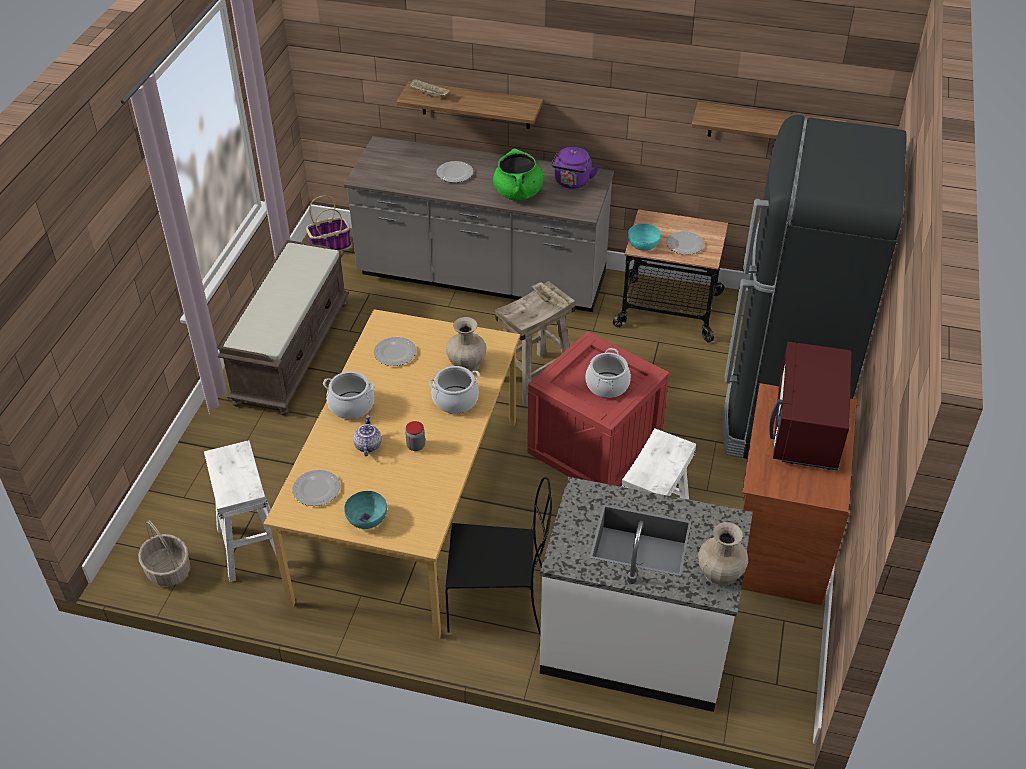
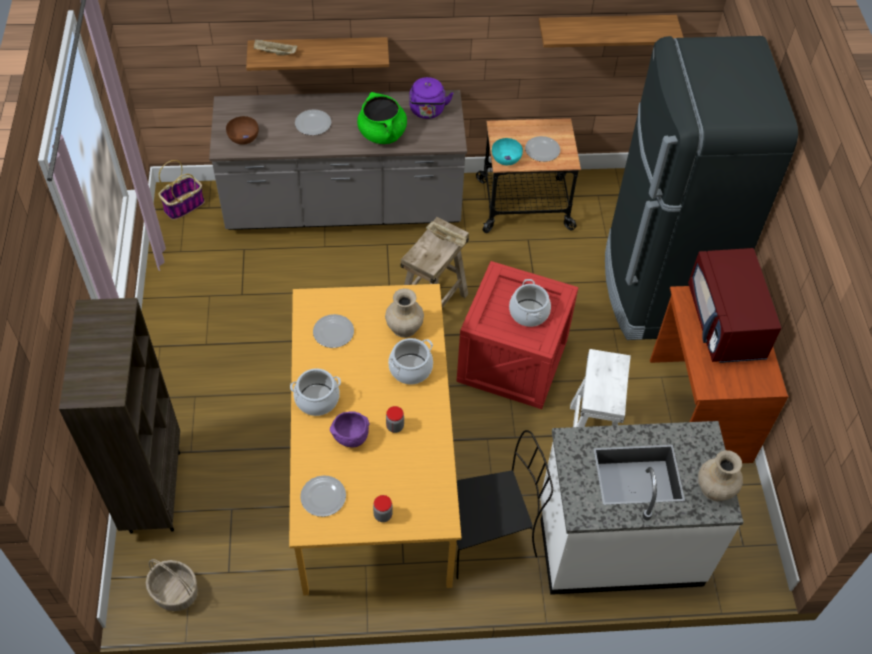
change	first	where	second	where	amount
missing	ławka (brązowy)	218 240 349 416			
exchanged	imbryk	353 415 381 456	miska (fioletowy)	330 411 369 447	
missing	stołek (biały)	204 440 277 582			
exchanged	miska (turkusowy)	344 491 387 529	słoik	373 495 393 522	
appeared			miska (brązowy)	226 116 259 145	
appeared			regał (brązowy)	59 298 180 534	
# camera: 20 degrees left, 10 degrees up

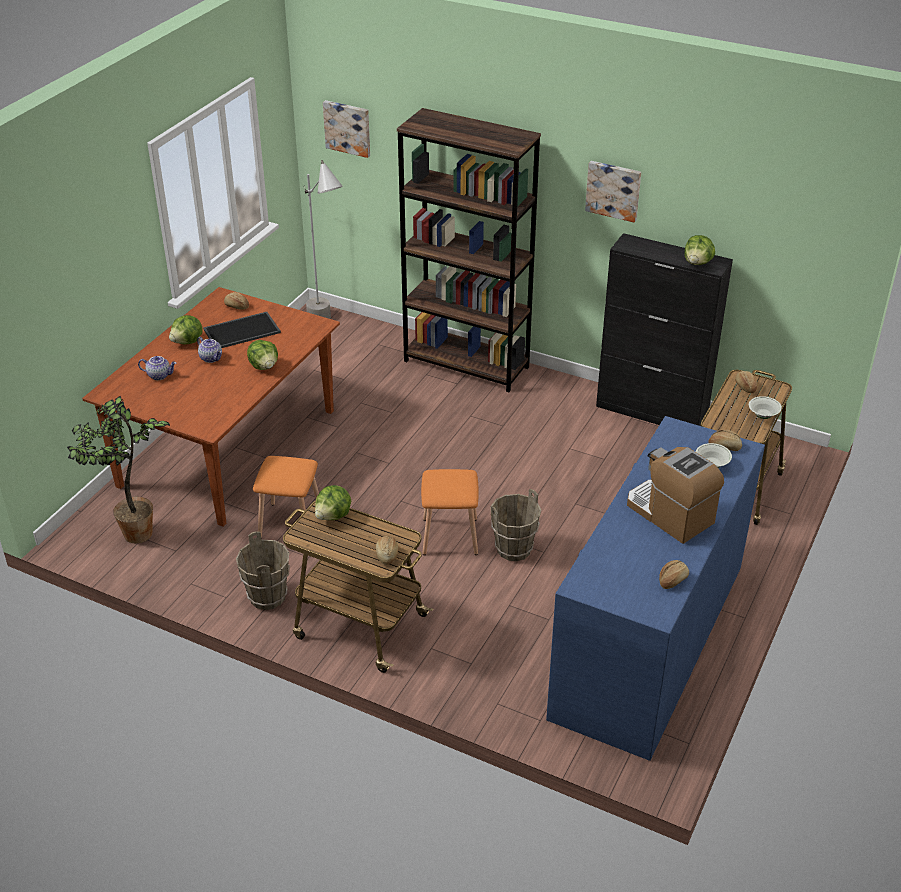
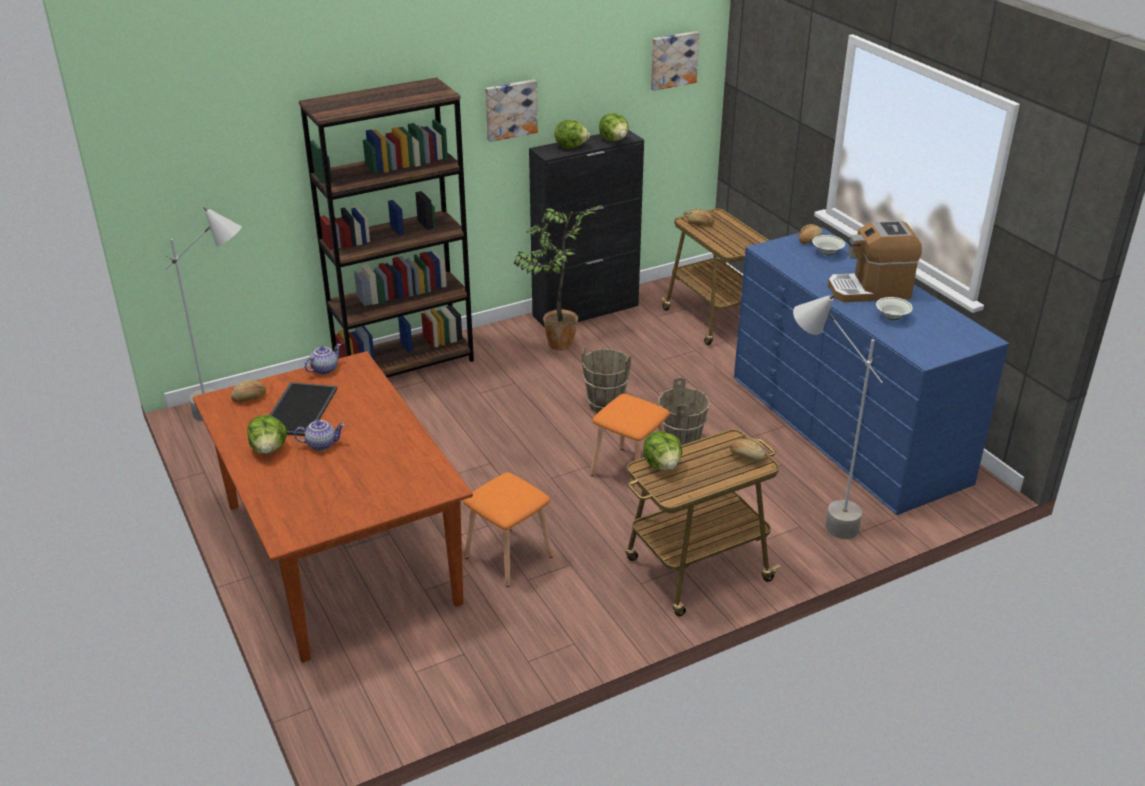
change	first	where	second	where	amount
relocated	obraz	323 100 370 158		651 31 700 91	
relocated	sałata	247 340 278 370		555 120 590 148	
relocated	imbryk	138 356 176 380		304 344 341 374	
relocated	roślina doniczkowa	67 396 170 544		514 205 604 351	
relocated	miska (biały)	749 396 782 419		876 297 913 320	
relocated	wiadro (brązowy)	236 531 290 610		582 348 631 413	
missing	chleb	659 560 689 589			
appeared			lampa stojąca (szary)	793 294 882 539	
# camera: 55 degrees left, 5 degrees down

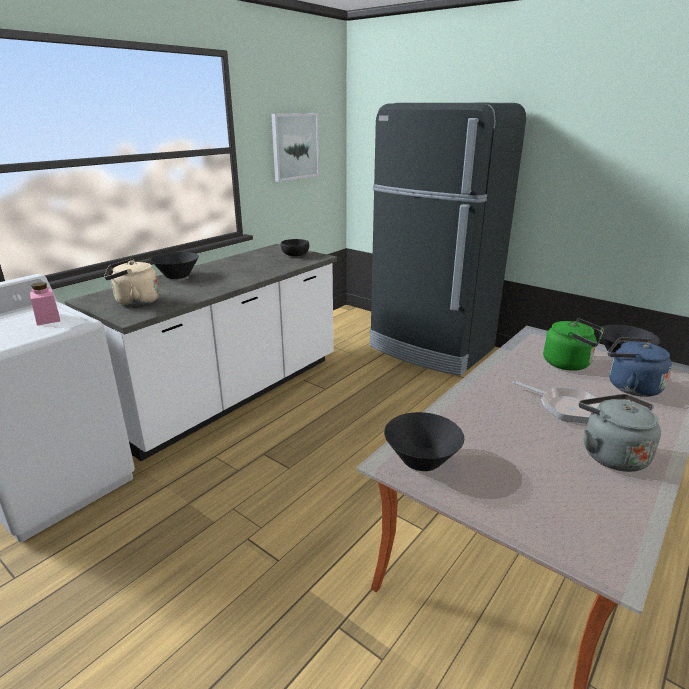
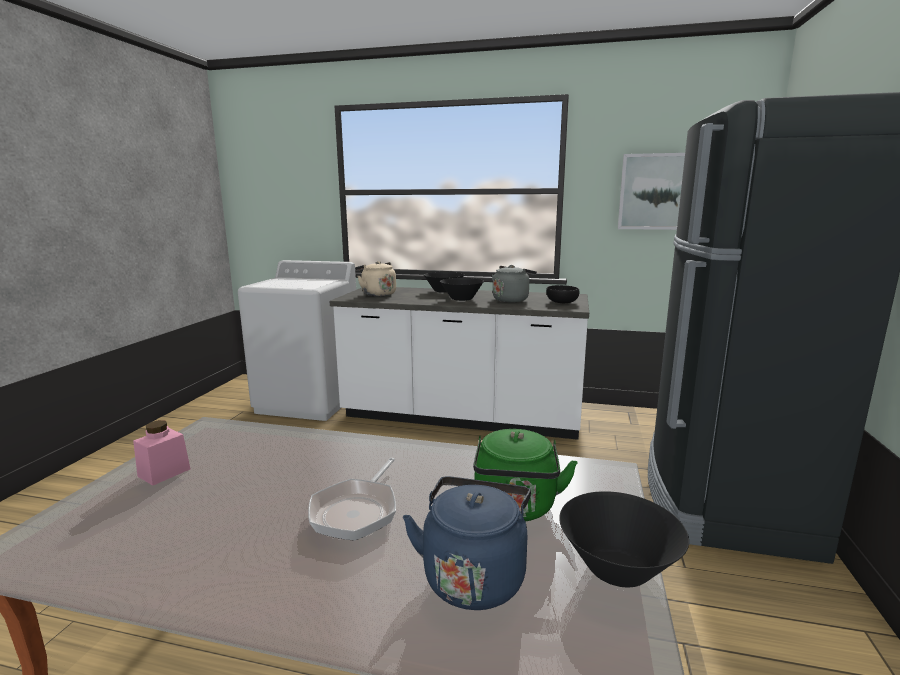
change	first	where	second	where	amount
relocated	słoik (różowy)	30 282 60 325		133 420 191 486	
relocated	czajnik (szary)	579 394 661 472		492 265 537 302	
relocated	miska (czarny)	384 412 464 471		440 278 484 301	
# camera: 65 degrees right, 10 degrees down

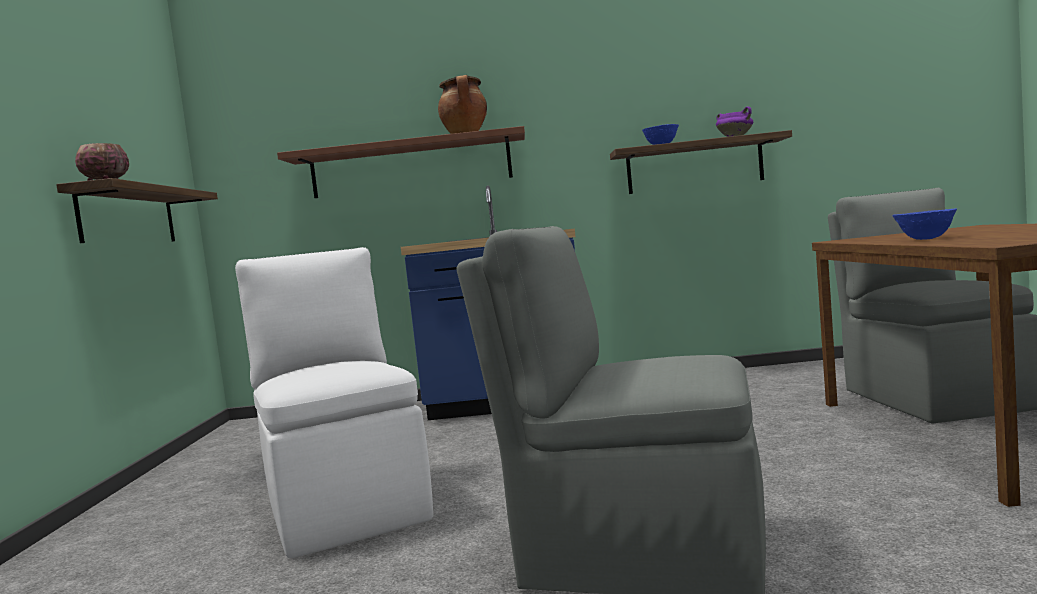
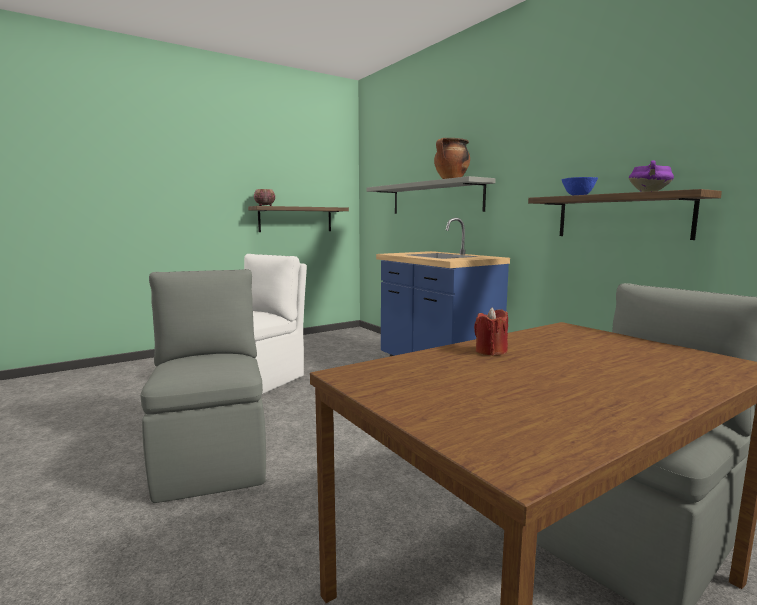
change	first	where	second	where	amount
colour	półka (brązowy)	277 126 525 198	półka (szary)	366 176 496 214	
exchanged	miska (niebieski)	892 209 957 240	świeca (czerwony)	474 308 508 356	
# camera: 55 degrees right, 5 degrees up

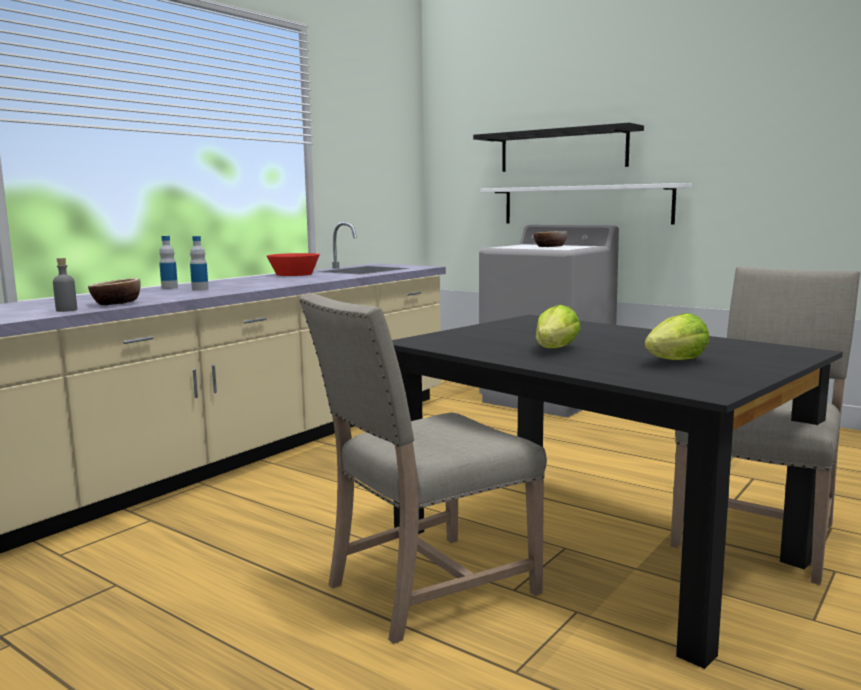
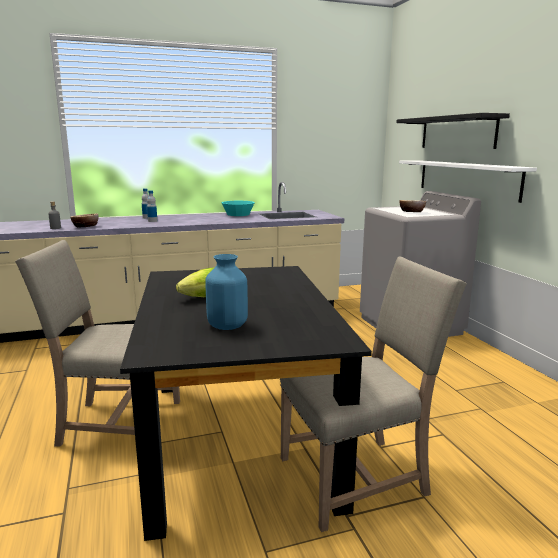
change	first	where	second	where	amount
colour	miska (czerwony)	267 253 320 276	miska (turkusowy)	222 201 255 216	
exchanged	sałata	645 313 710 360	wazon (niebieski)	205 254 248 330	
# camera: 35 degrees right, 5 degrees up

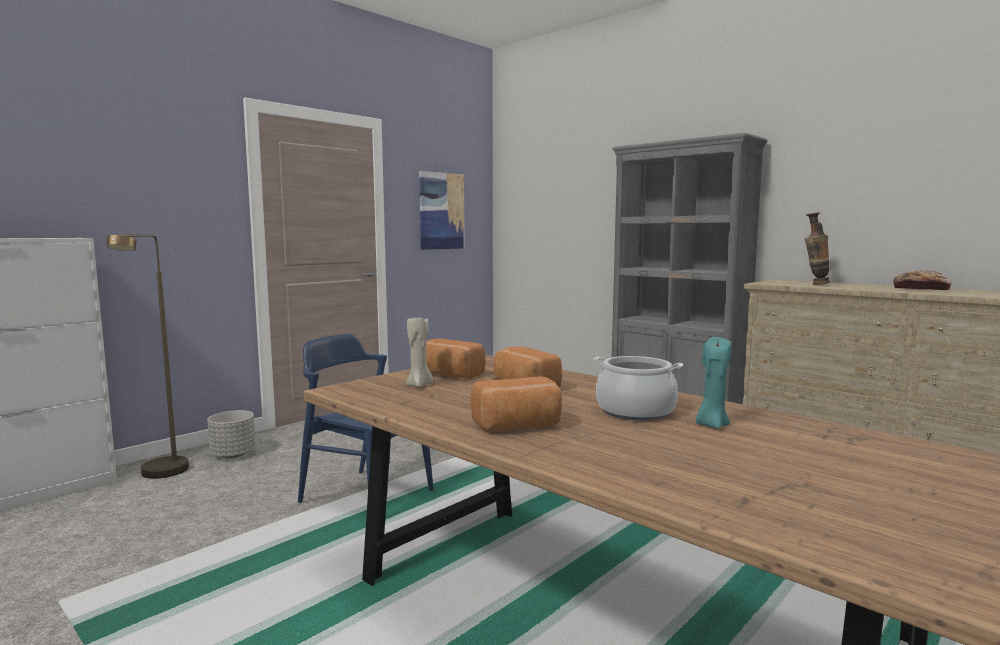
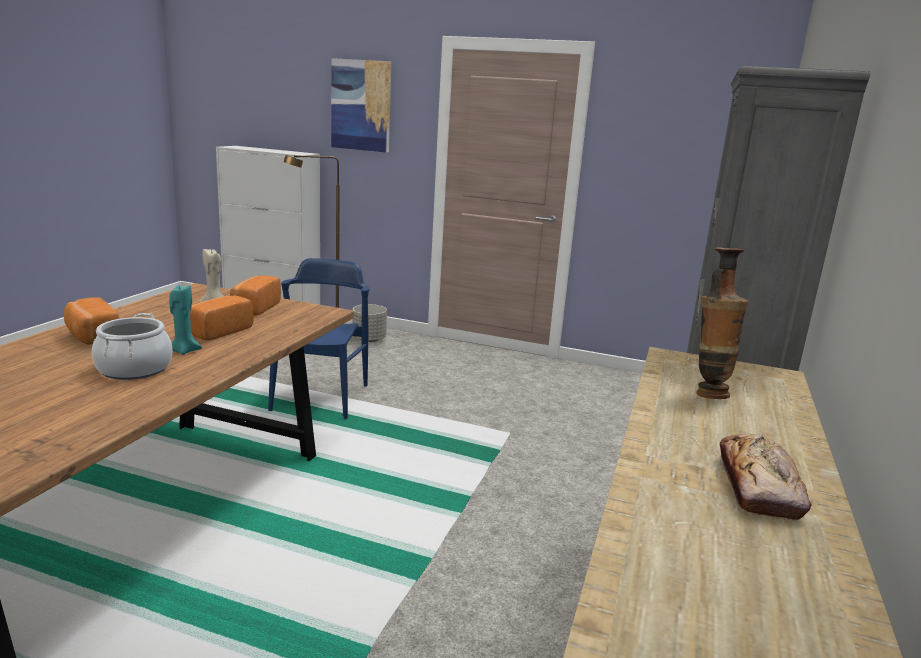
change	first	where	second	where	amount
relocated	obraz	419 171 465 250		331 58 391 153	
relocated	świeca (turkusowy)	696 337 732 429		169 284 202 355	
# camera: 65 degrees right, 10 degrees up

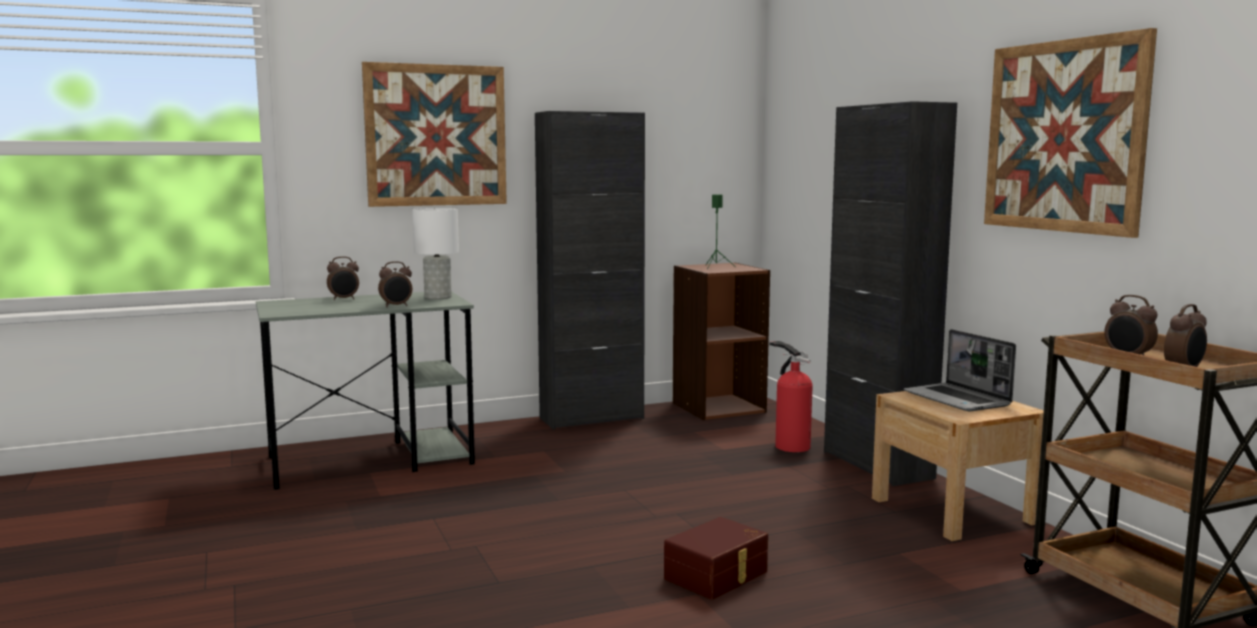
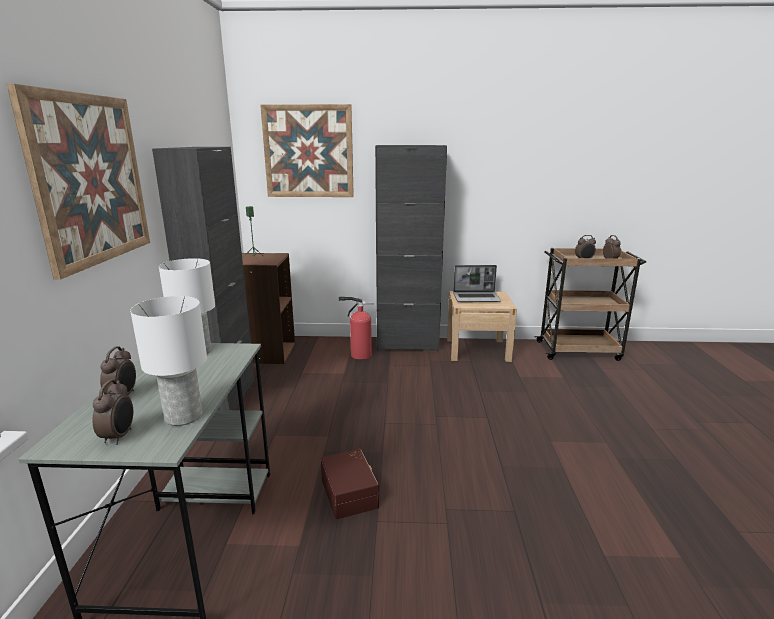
change	first	where	second	where	amount
relocated	obraz	984 28 1157 238		260 104 354 197	
relocated	budzik	378 261 412 307		93 380 133 445	
relocated	pojemnik do przechowywania (brązowy)	664 517 768 600		321 449 379 519	
appeared			lampa stołowa (biały)	130 296 207 426	
# camera: 65 degrees left, 10 degrees up

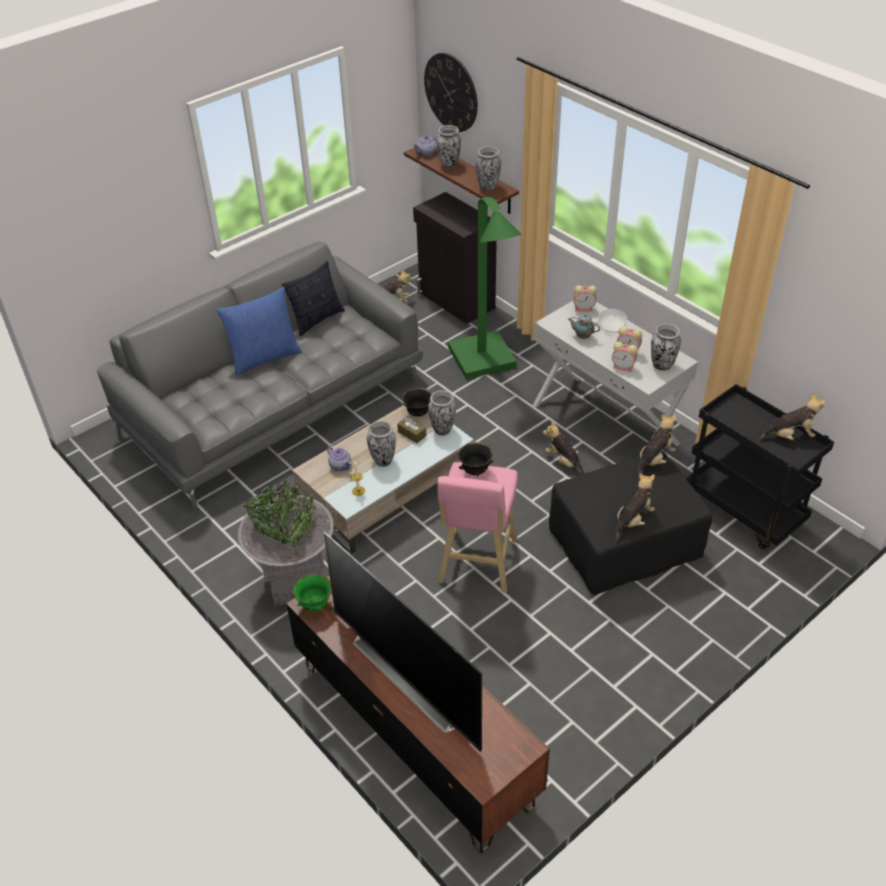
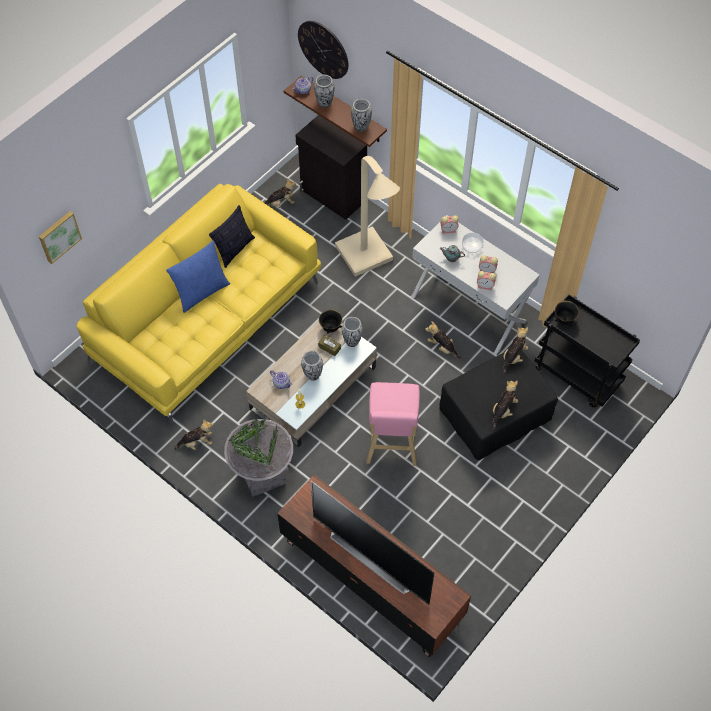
change	first	where	second	where	amount
colour	lampa stojąca (zielony)	448 197 521 379	lampa stojąca (beżowy)	335 156 400 277	
colour	kanapa (szary)	97 242 423 513	kanapa (żółty)	77 184 321 426	
missing	wazon	651 324 681 371			
relocated	pluszak	759 393 826 441		174 419 214 450	
relocated	miska (czarny)	458 442 493 476		555 301 579 326	
missing	miska (zielony)	293 574 332 611			
appeared			obraz	39 211 82 264	
# camera: 10 degrees left, 15 degrees up

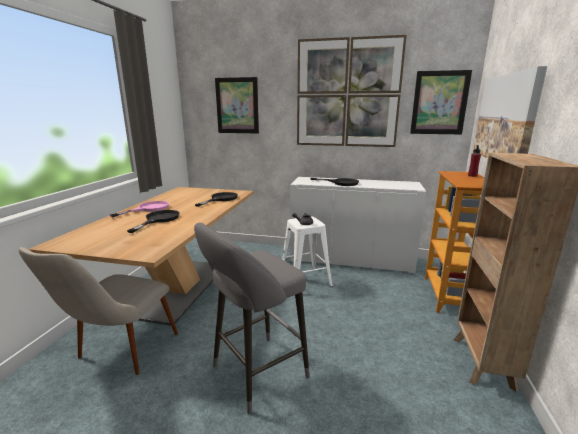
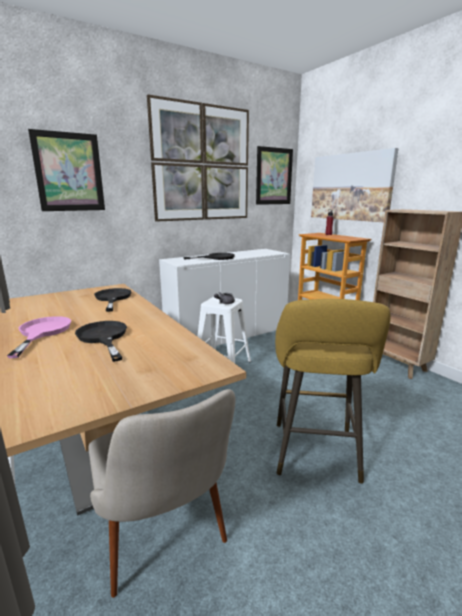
change	first	where	second	where	amount
colour	stołek (szary)	194 223 310 414	stołek (żółty)	275 299 391 484	
# camera: 45 degrees left, 0 degrees up

